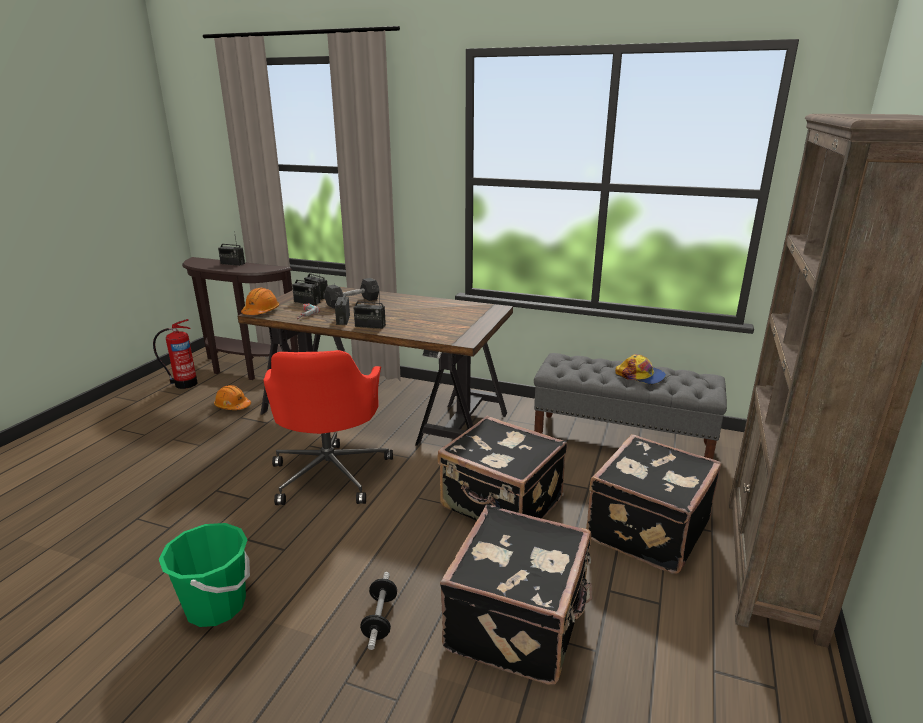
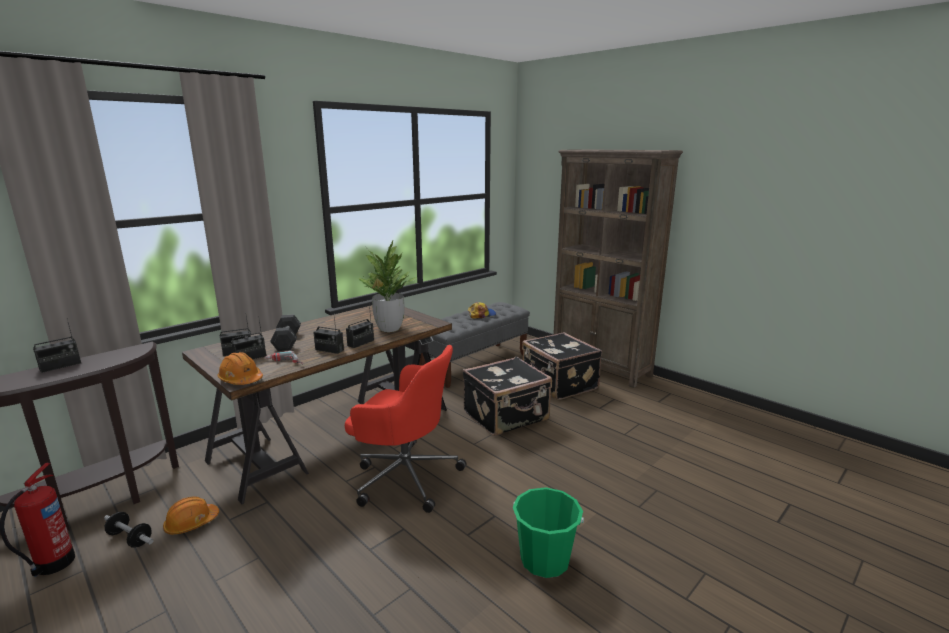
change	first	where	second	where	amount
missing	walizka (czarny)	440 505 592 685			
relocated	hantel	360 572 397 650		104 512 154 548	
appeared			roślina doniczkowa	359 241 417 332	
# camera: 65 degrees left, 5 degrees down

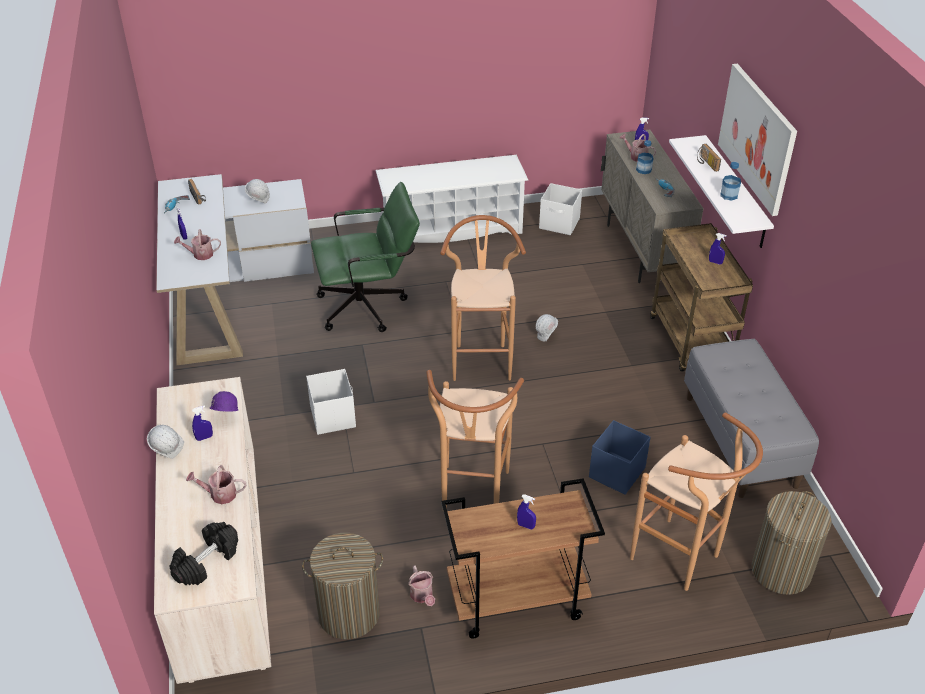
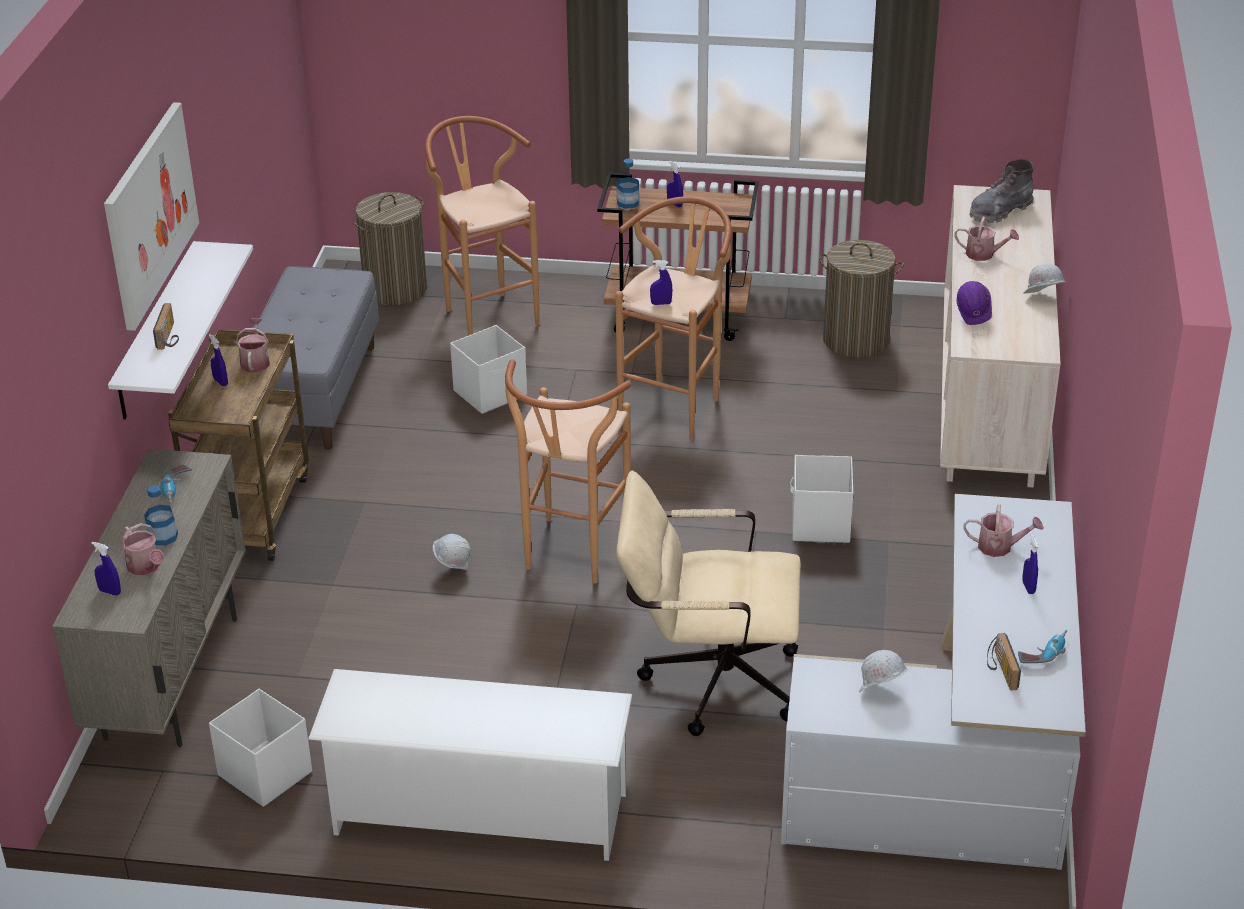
change	first	where	second	where	amount
relocated	butelka	720 162 741 200		616 159 639 209	
colour	krzesło biurowe (zielony)	311 182 420 332	krzesło biurowe (beżowy)	616 471 801 736	
relocated	spryskiwacz (niebieski)	192 405 213 441		650 260 672 305	
colour	pojemnik do przechowywania (niebieski)	589 420 650 495	pojemnik do przechowywania (biały)	450 325 527 414	
exchanged	hantel (czarny)	169 522 238 585	but z cholewką (szary)	969 159 1034 223	
relocated	konewka	408 565 435 606		236 318 270 373	
# camera: 160 degrees left, 5 degrees down

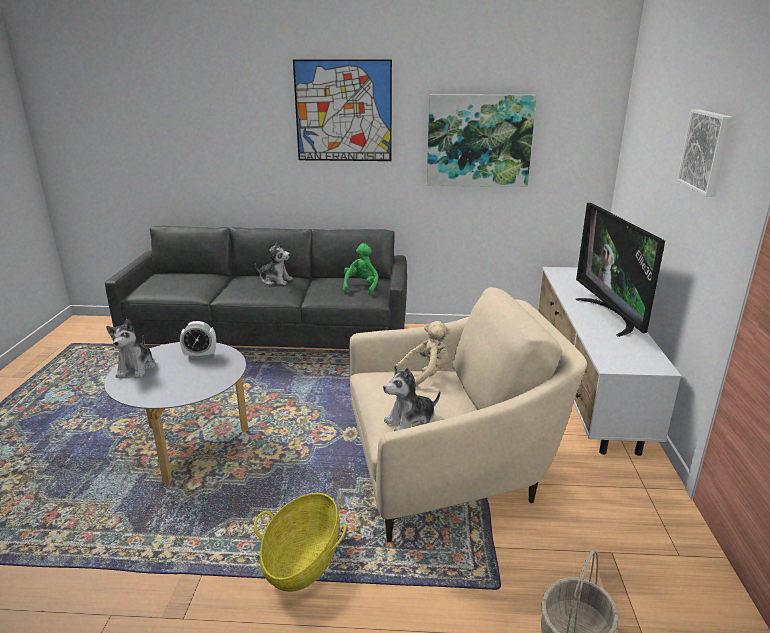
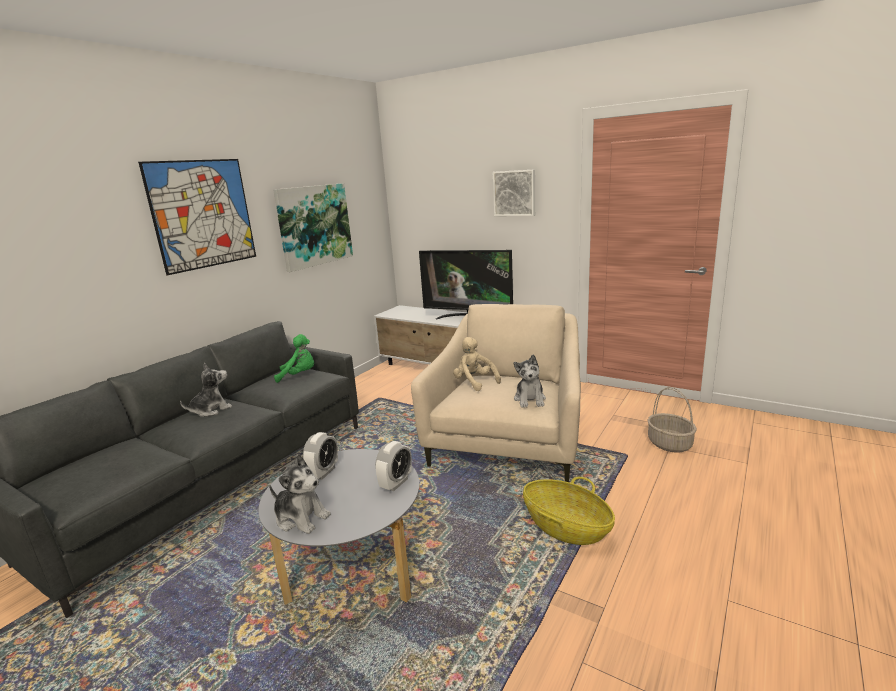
change	first	where	second	where	amount
spun	pluszak (zielony)	343 243 379 295		274 334 314 383	135 degrees clockwise
spun	pluszak (beżowy)	394 321 451 387		453 337 501 391	45 degrees counterclockwise
appeared			budzik	375 441 412 491	
# camera: 60 degrees left, 5 degrees down

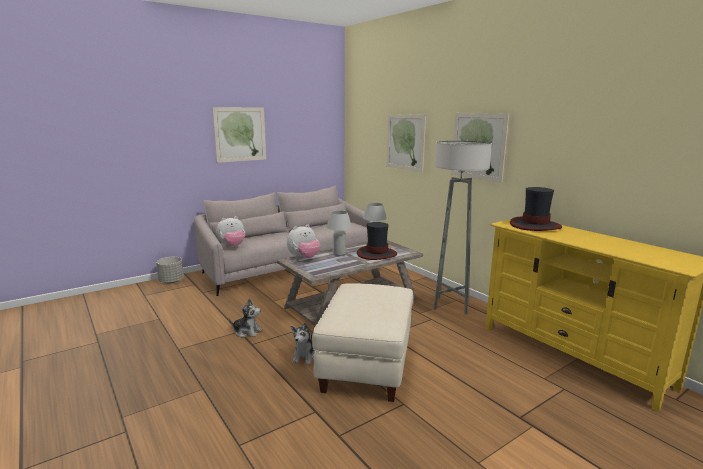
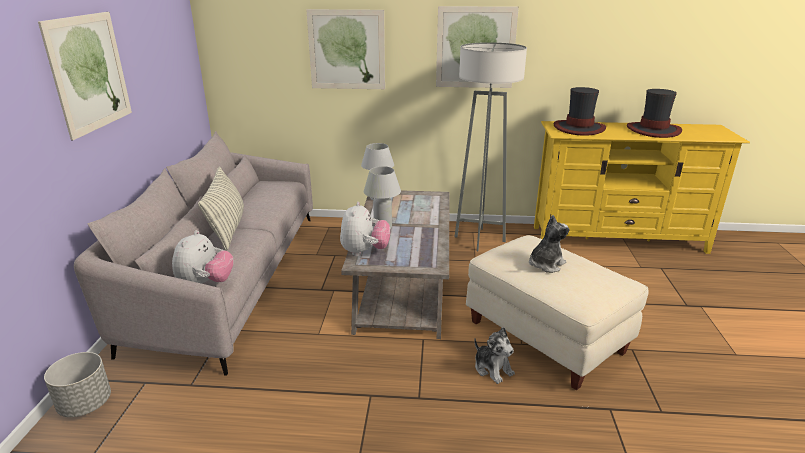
change	first	where	second	where	amount
relocated	kapelusz	357 222 397 260		627 89 682 138	
relocated	pluszak	228 299 262 338		529 215 570 273	
appeared			poduszka	198 166 244 251	
# camera: 50 degrees left, 10 degrees up

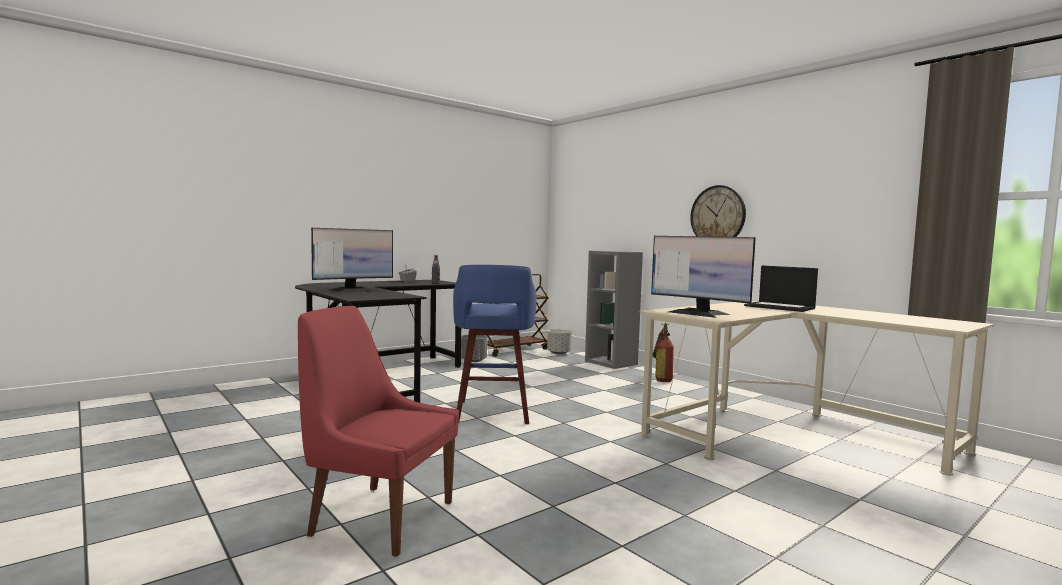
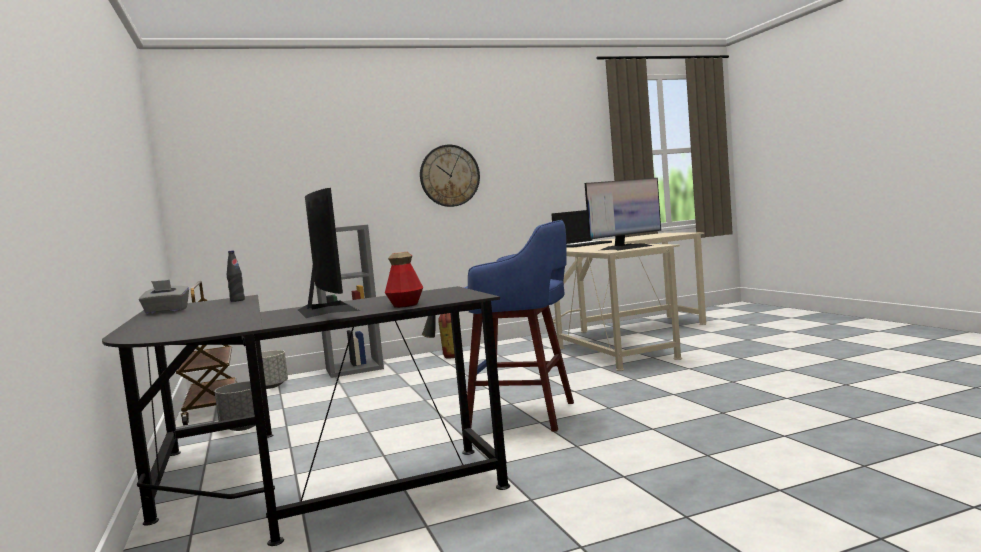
change	first	where	second	where	amount
missing	krzesło (czerwony)	298 306 459 557			
appeared			butelka	385 252 423 308	
# camera: 70 degrees left, 0 degrees up

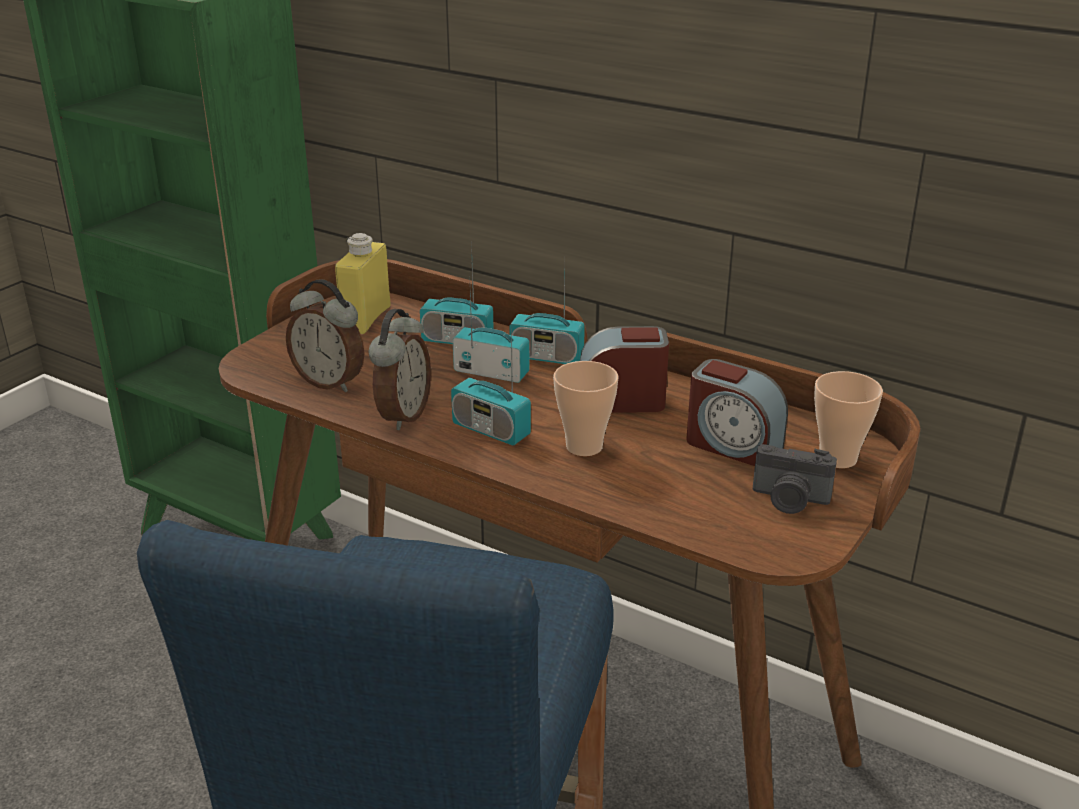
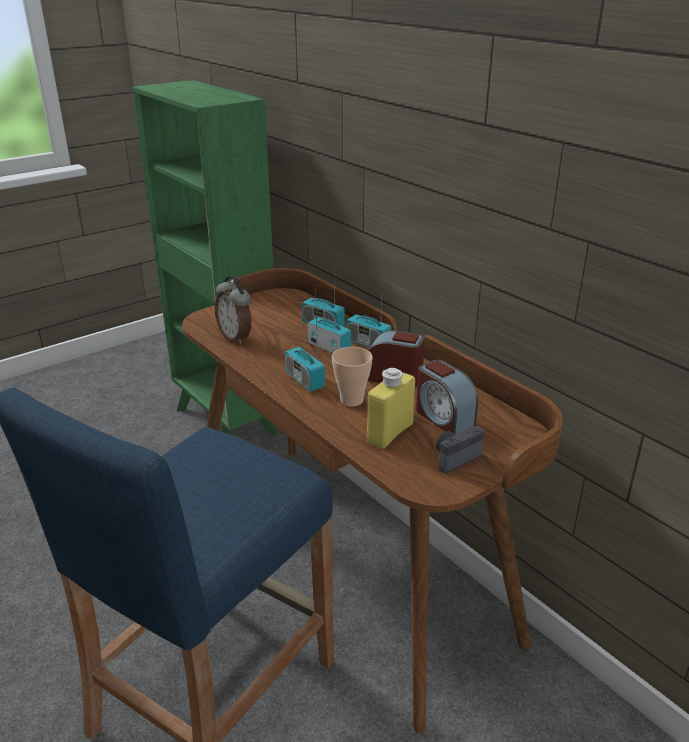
change	first	where	second	where	amount
relocated	butelka (żółty)	335 233 391 334		367 368 415 449	
missing	budzik	369 309 431 430			
missing	filiżanka	814 371 883 468			
spun	aparat fotograficzny	753 444 837 514		436 426 484 473	105 degrees clockwise
# camera: 20 degrees right, 0 degrees up

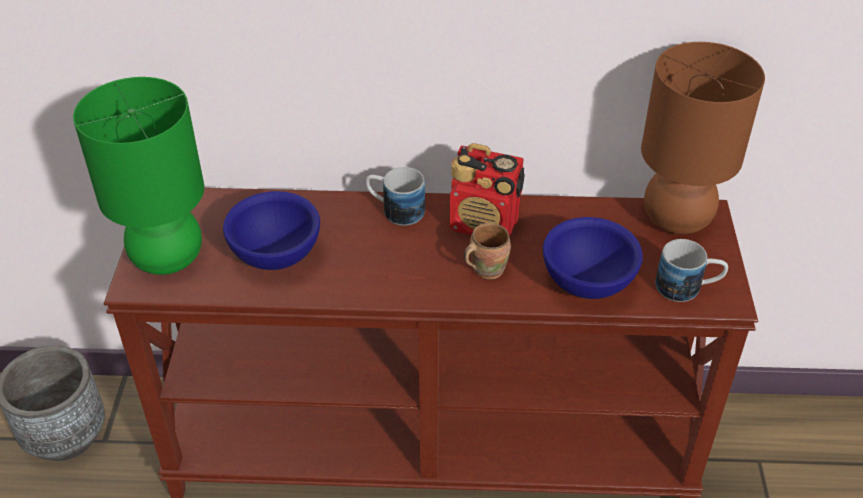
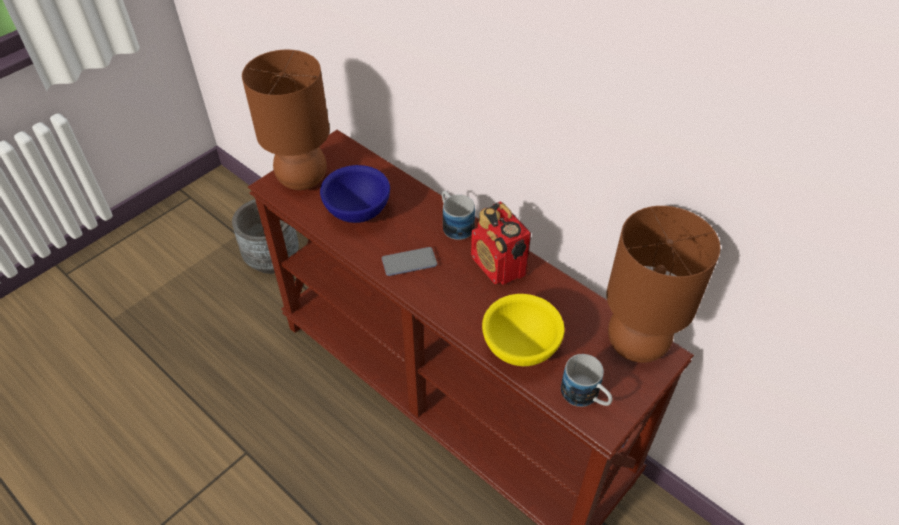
change	first	where	second	where	amount
colour	lampa stołowa (zielony)	73 77 204 275	lampa stołowa (brązowy)	242 50 330 190	
colour	miska (niebieski)	543 217 643 299	miska (żółty)	482 294 564 366	
missing	kubek (brązowy)	464 223 511 279			
appeared			telefon	382 247 438 276	
# camera: 40 degrees right, 5 degrees up

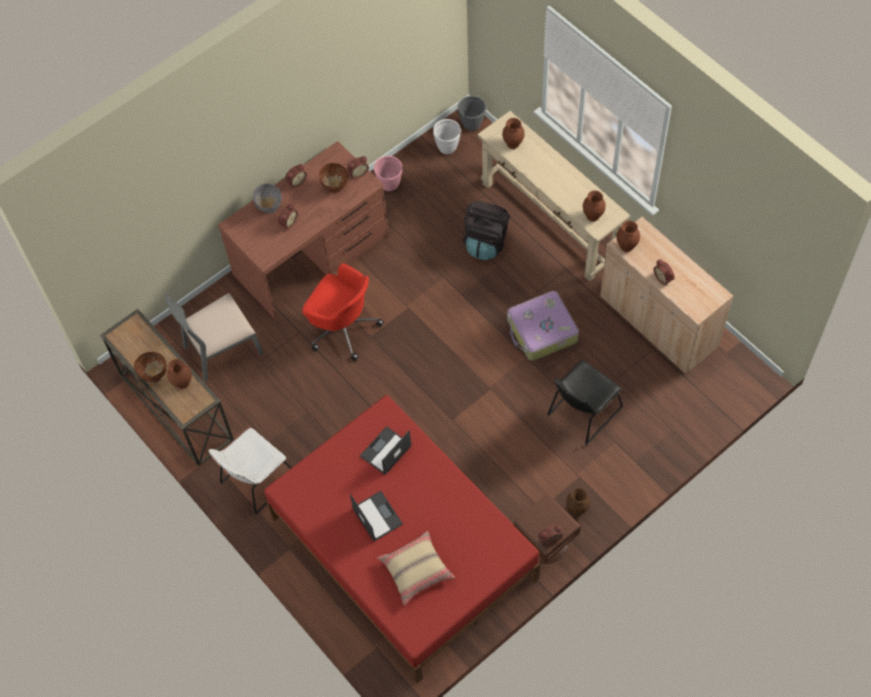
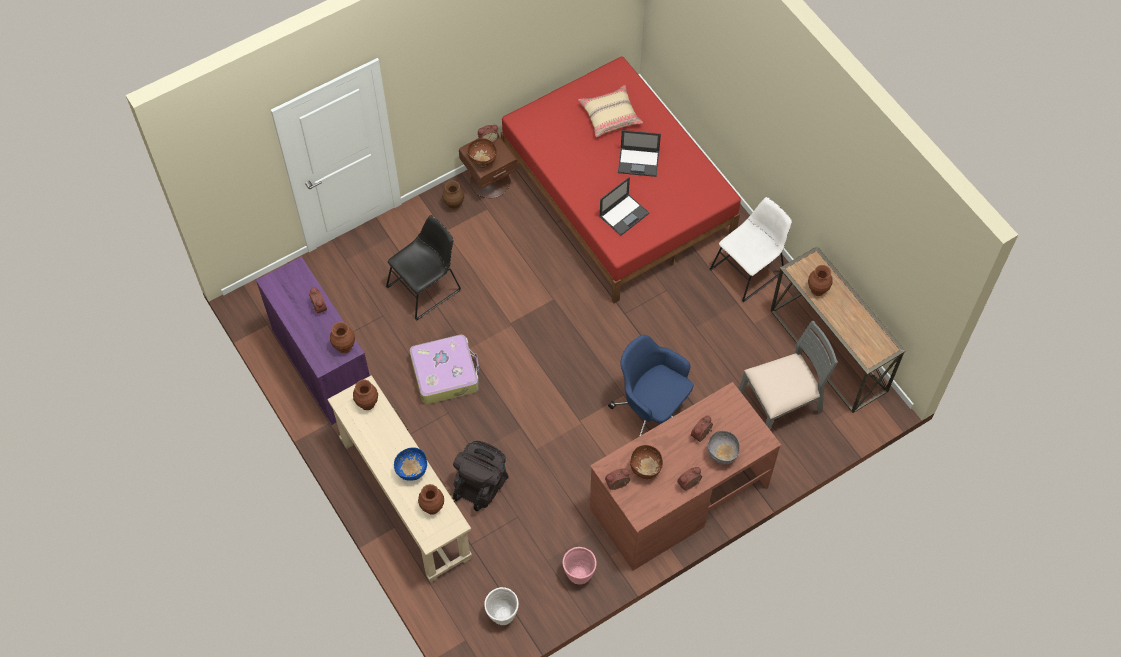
change	first	where	second	where	amount
missing	donica (szary)	458 96 486 131			
colour	szafka (beżowy)	600 217 733 374	szafka (fioletowy)	256 257 370 425	
colour	krzesło biurowe (czerwony)	302 263 384 361	krzesło biurowe (niebieski)	608 335 694 436	
relocated	miska (brązowy)	134 352 167 383		467 138 497 168	
spun	laptop	350 491 403 541		618 130 661 177	60 degrees counterclockwise
appeared			miska (niebieski)	394 447 427 481	
# camera: 175 degrees left, 0 degrees up

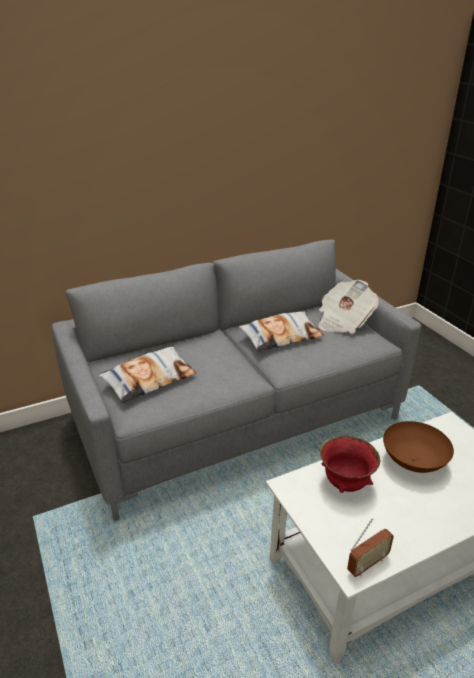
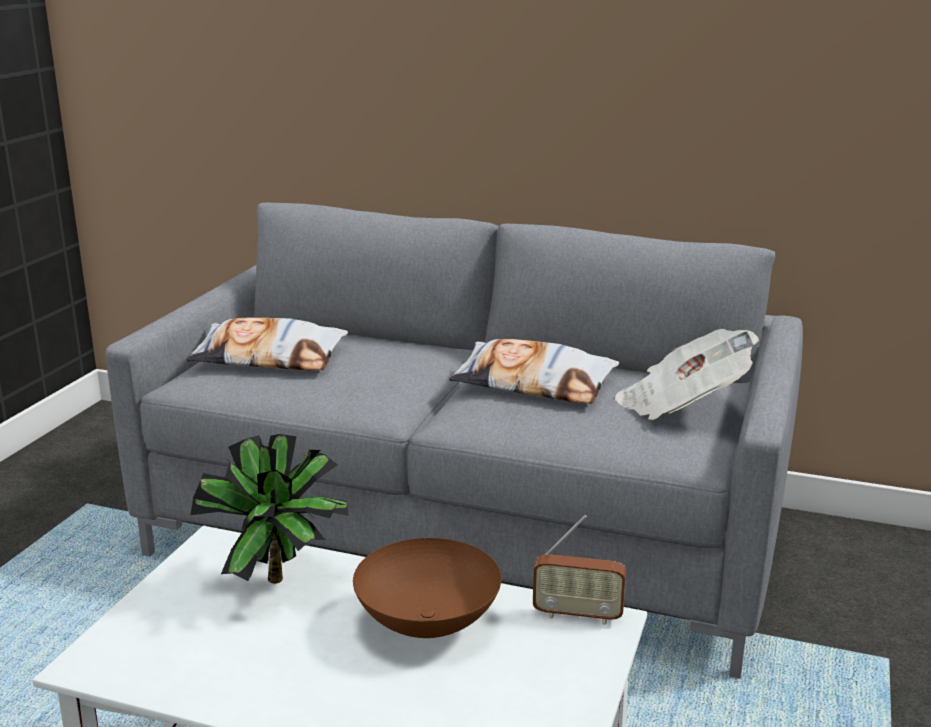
change	first	where	second	where	amount
exchanged	miska (czerwony)	320 436 381 493	roślina doniczkowa	190 434 349 584	
relocated	radio	347 519 394 577		533 515 626 625	
# camera: 45 degrees right, 10 degrees down

